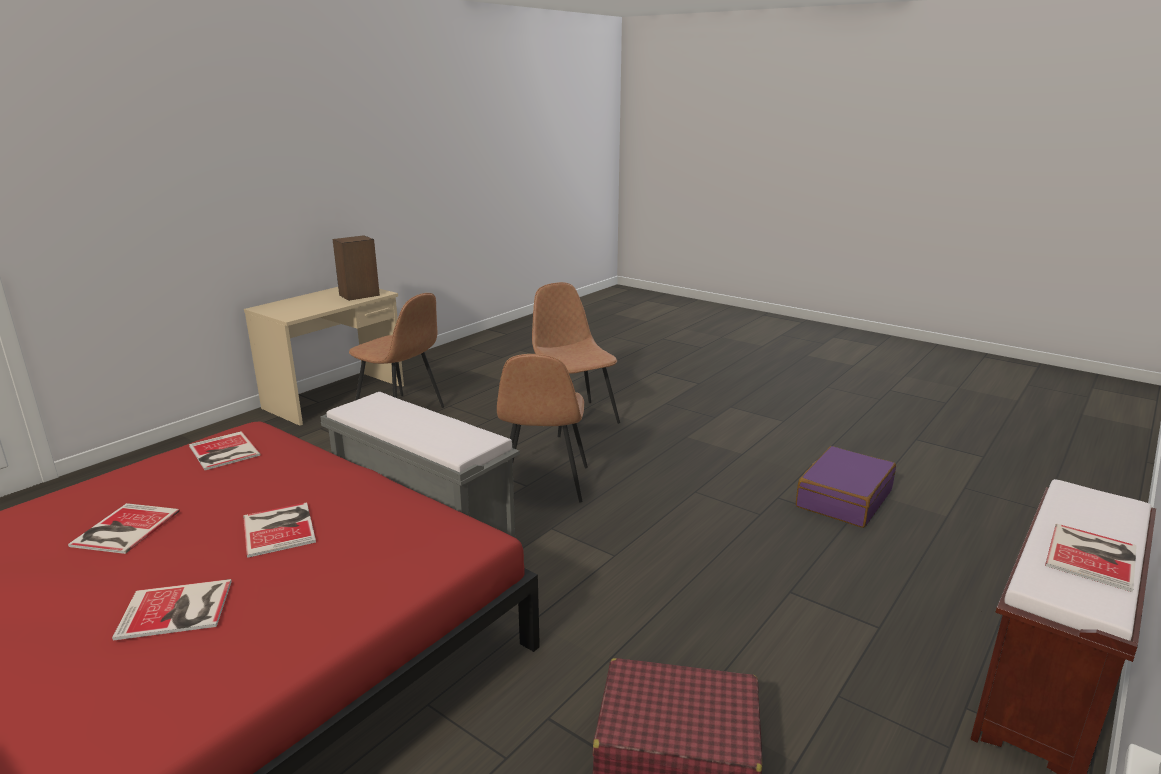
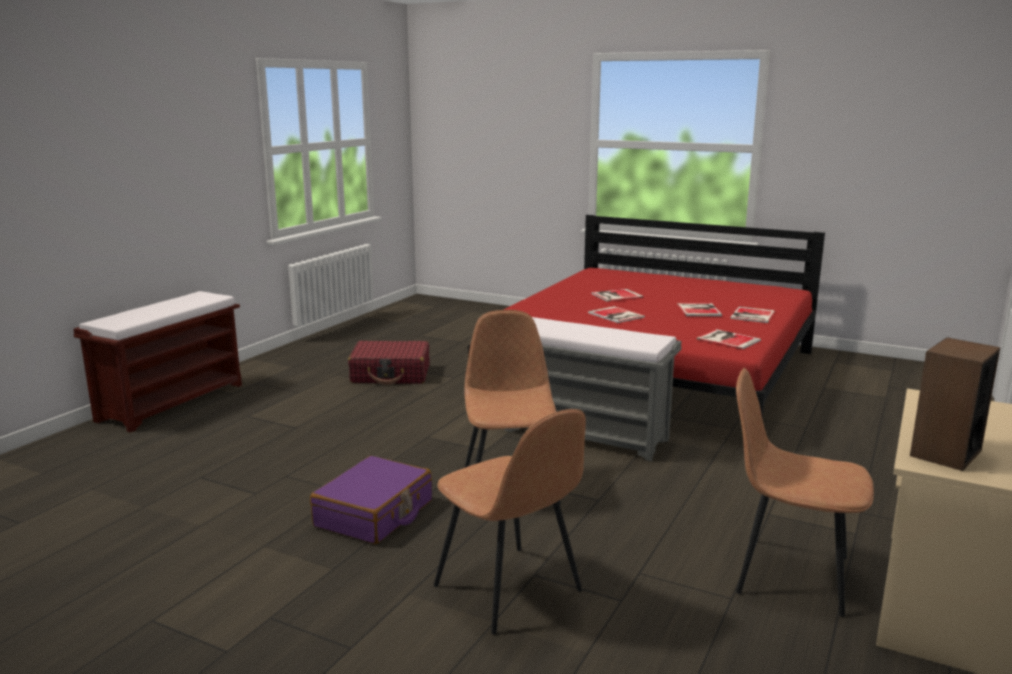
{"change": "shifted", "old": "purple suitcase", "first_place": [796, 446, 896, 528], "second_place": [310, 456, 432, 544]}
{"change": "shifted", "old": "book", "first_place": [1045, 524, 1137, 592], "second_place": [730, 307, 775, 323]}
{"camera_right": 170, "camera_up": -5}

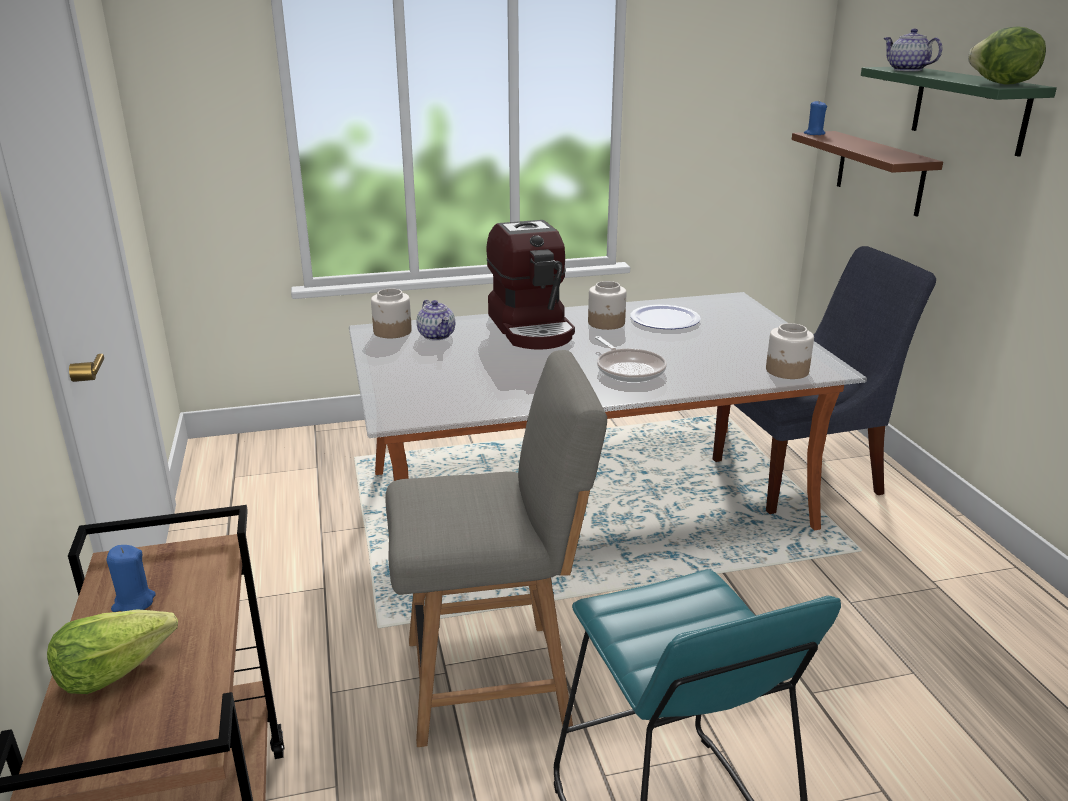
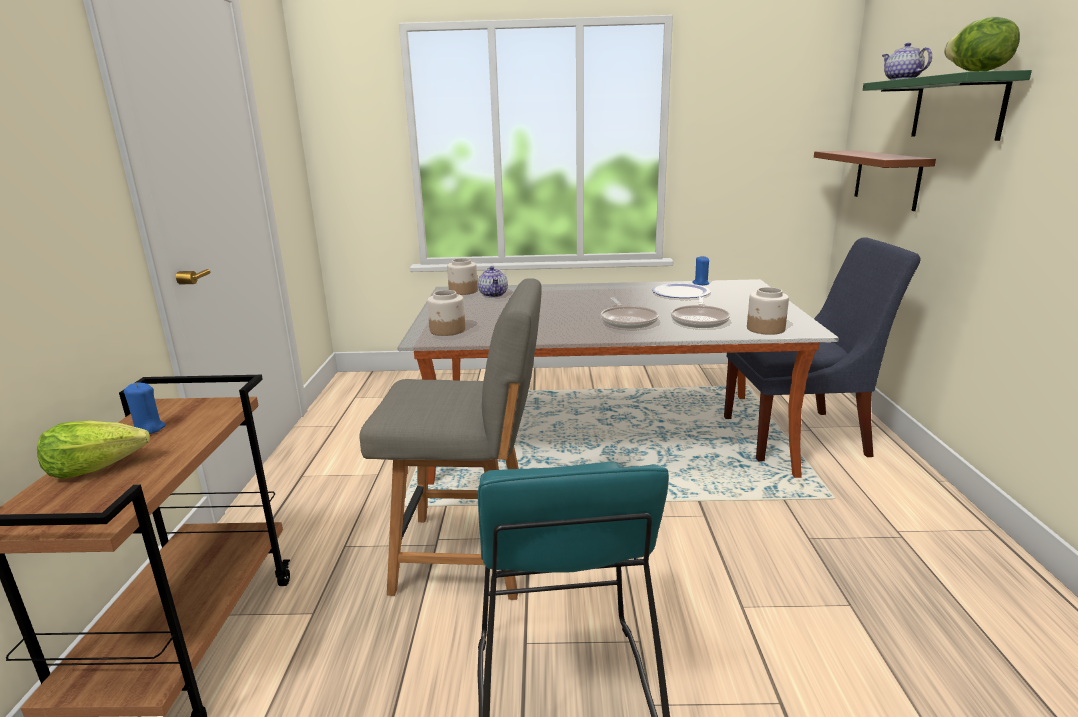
{"change": "shifted", "old": "jar", "first_place": [588, 281, 626, 330], "second_place": [427, 290, 465, 336]}
{"change": "new", "new": "frying pan", "second_place": [671, 296, 730, 328]}
{"change": "shifted", "old": "blue-coloured wax candle", "first_place": [804, 101, 827, 135], "second_place": [692, 256, 709, 285]}
{"change": "gone", "old": "coffee machine", "first_place": [486, 220, 575, 349]}
{"camera_right": 15, "camera_up": -5}

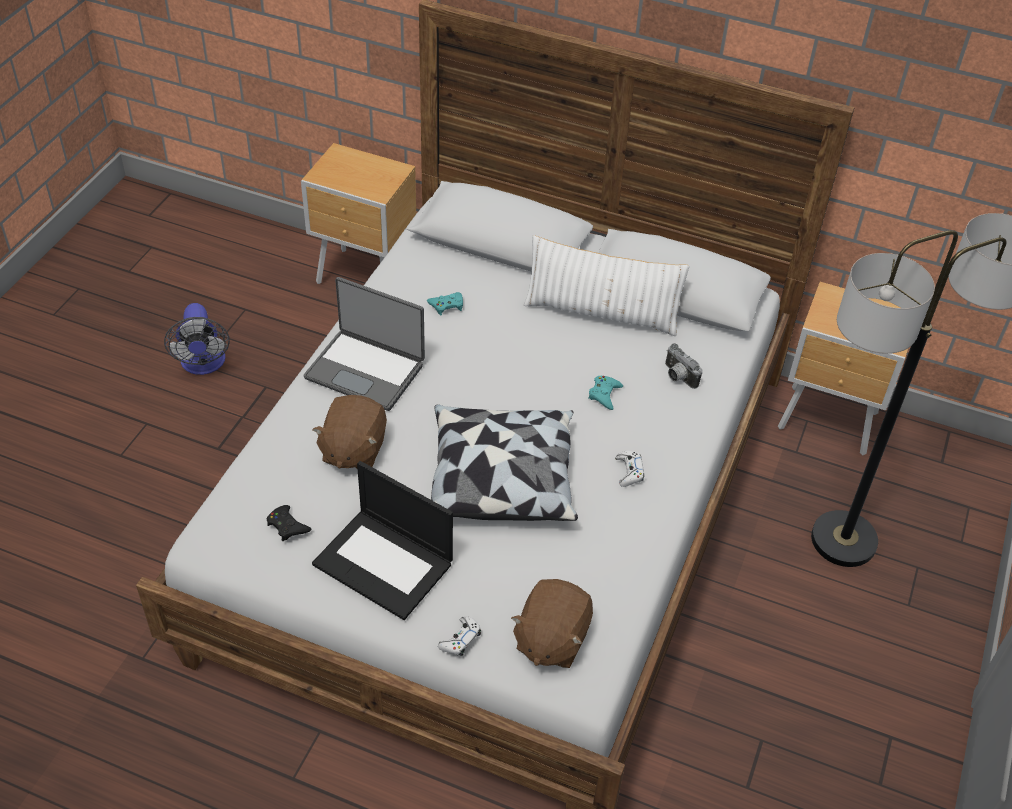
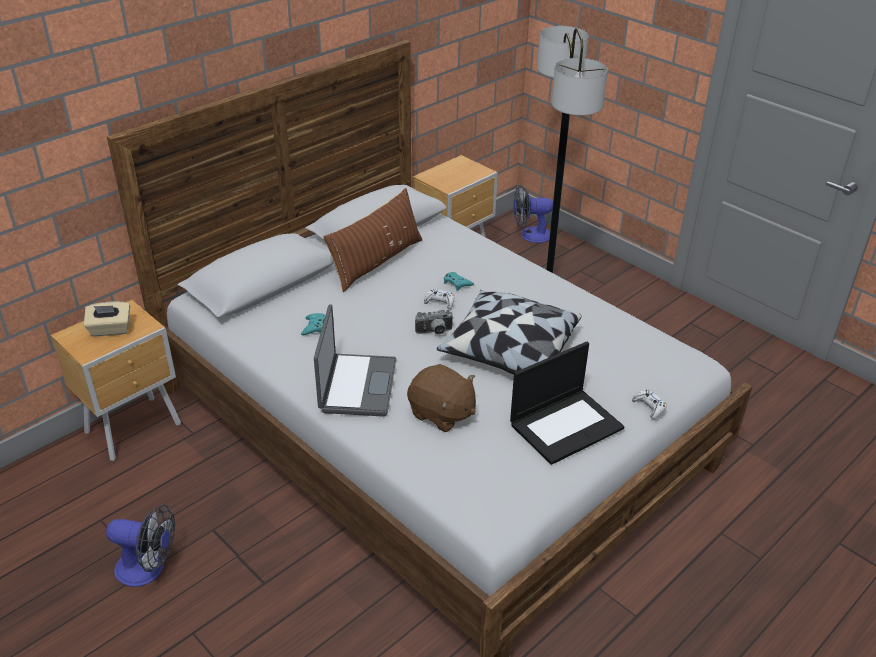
{"change": "new", "new": "sand-coloured tissue holder", "second_place": [84, 302, 130, 337]}
{"change": "rotated", "old": "notebook computer", "first_place": [304, 277, 425, 411], "second_place": [314, 304, 396, 417], "degrees": -45}
{"change": "repainted", "old": "whitish pillow", "new": "brownish pillow", "first_place": [524, 235, 689, 336], "second_place": [323, 188, 422, 292]}
{"change": "shifted", "old": "still camera", "first_place": [665, 343, 702, 389], "second_place": [415, 310, 453, 335]}
{"change": "shifted", "old": "whitish gamepad", "first_place": [615, 451, 644, 487], "second_place": [424, 289, 454, 309]}
{"change": "new", "new": "electric fan", "second_place": [514, 185, 553, 243]}
{"change": "gone", "old": "black-coloured gamepad", "first_place": [267, 505, 311, 541]}
{"change": "gone", "old": "brownish plush toy", "first_place": [511, 579, 593, 668]}
{"camera_right": -65, "camera_up": -10}

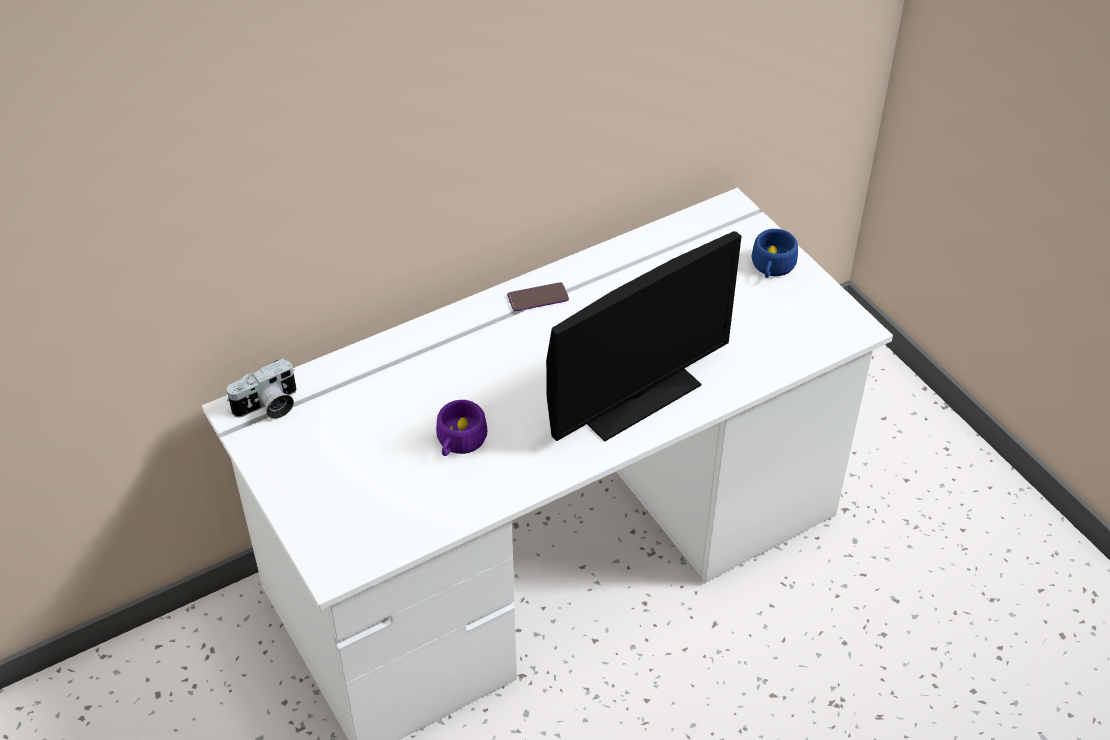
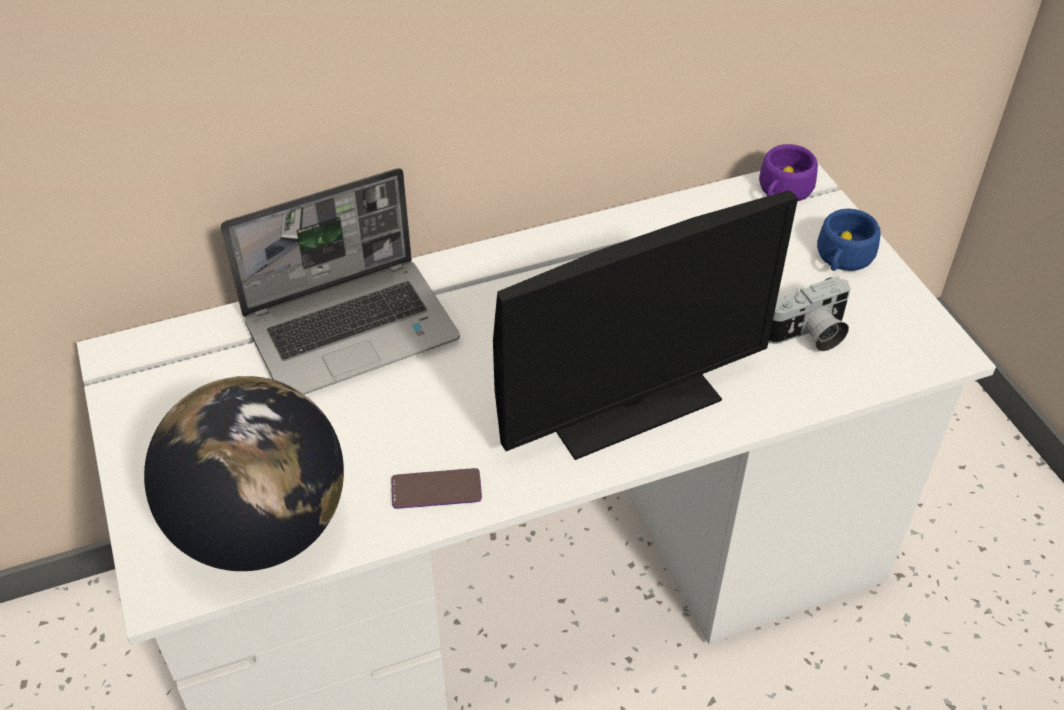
{"change": "new", "new": "globe", "second_place": [144, 376, 344, 571]}
{"change": "new", "new": "notebook computer", "second_place": [221, 168, 460, 395]}
{"change": "shifted", "old": "handset", "first_place": [507, 282, 569, 311], "second_place": [391, 468, 482, 509]}
{"change": "shifted", "old": "purple small cup", "first_place": [436, 400, 487, 456], "second_place": [759, 144, 818, 201]}
{"change": "shifted", "old": "still camera", "first_place": [226, 359, 297, 419], "second_place": [769, 276, 850, 351]}
{"camera_right": 10, "camera_up": 0}

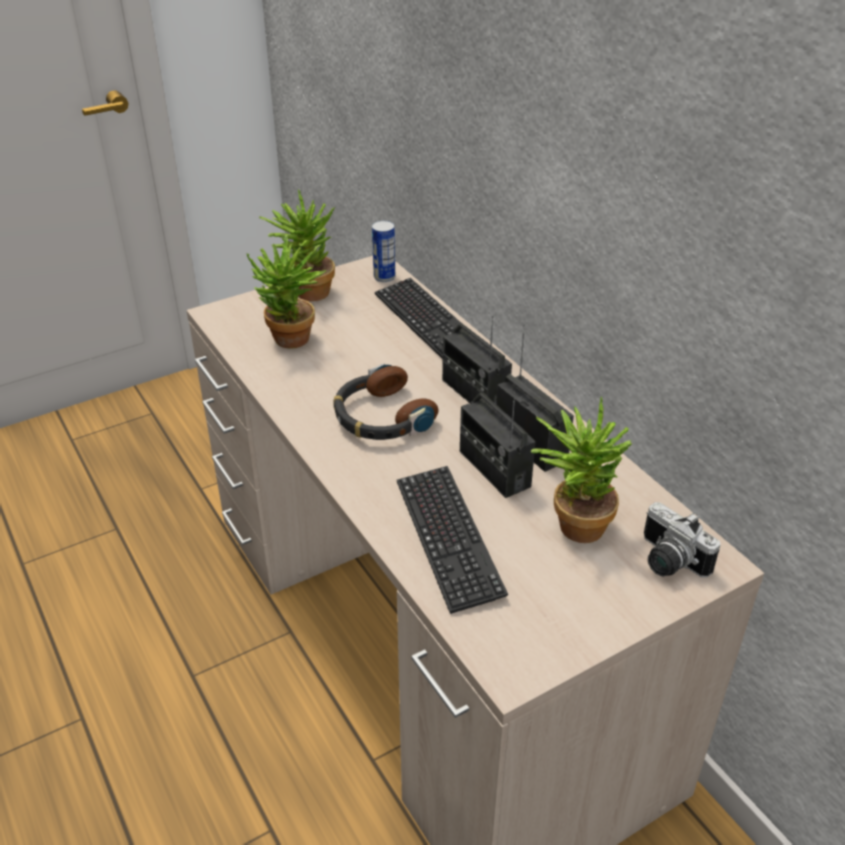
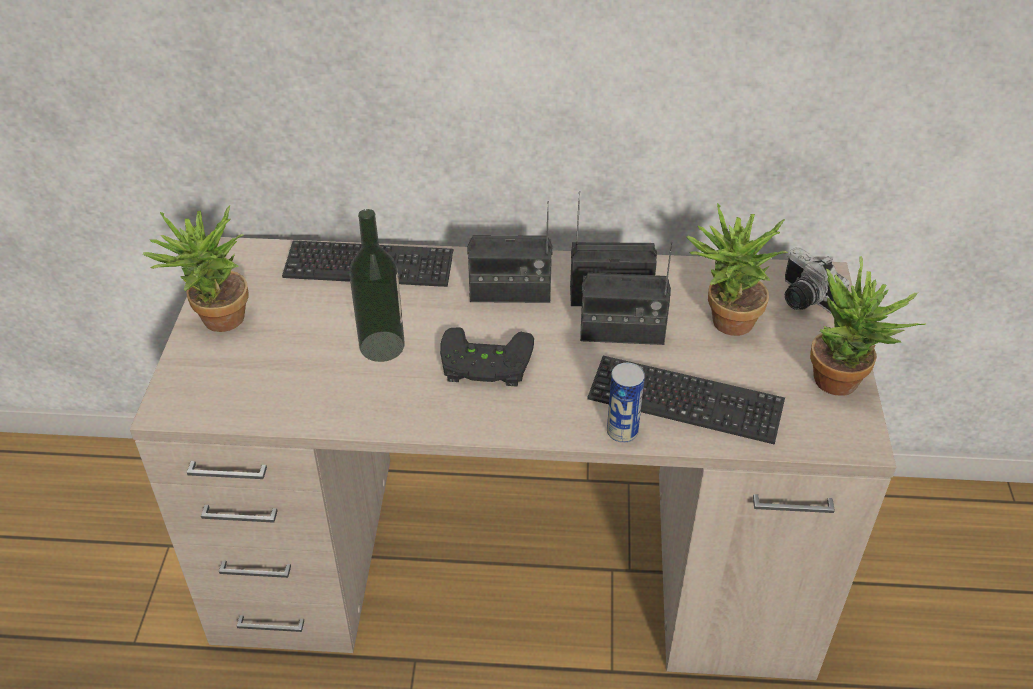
{"change": "new", "new": "bottle", "second_place": [349, 209, 405, 362]}
{"change": "swapped", "old": "headphones", "new": "black-coloured gamepad", "first_place": [333, 363, 438, 440], "second_place": [440, 327, 534, 387]}
{"change": "shifted", "old": "sealed can", "first_place": [372, 221, 395, 282], "second_place": [607, 363, 645, 443]}
{"change": "rotated", "old": "still camera", "first_place": [644, 502, 721, 578], "second_place": [785, 247, 850, 314], "degrees": 60}
{"change": "shifted", "old": "houseplant", "first_place": [246, 233, 327, 349], "second_place": [810, 256, 926, 395]}
{"camera_right": -55, "camera_up": 5}

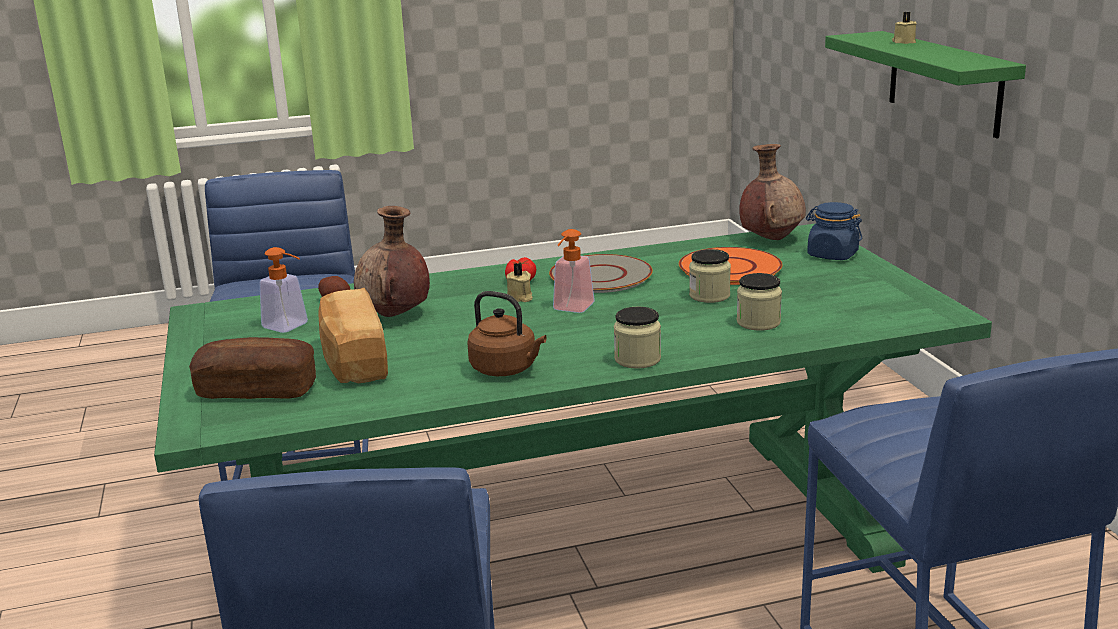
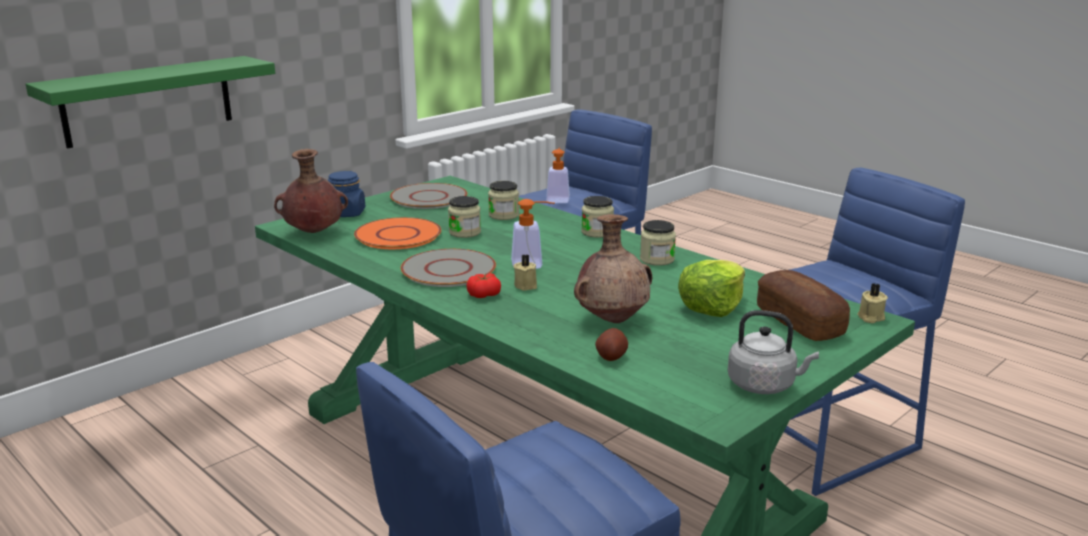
{"change": "new", "new": "grey flat dish", "second_place": [390, 183, 467, 209]}
{"change": "shifted", "old": "soap bottle", "first_place": [260, 247, 308, 333], "second_place": [546, 147, 570, 203]}
{"change": "swapped", "old": "brownish water kettle", "new": "jar", "first_place": [467, 291, 546, 376], "second_place": [640, 220, 676, 266]}
{"change": "swapped", "old": "bakery bread", "new": "lettuce head", "first_place": [319, 288, 388, 383], "second_place": [678, 260, 745, 317]}
{"change": "new", "new": "grey water kettle", "second_place": [728, 310, 819, 394]}
{"change": "shifted", "old": "sand-coloured wax candle", "first_place": [892, 12, 917, 44], "second_place": [857, 283, 888, 323]}
{"camera_right": -120, "camera_up": 0}

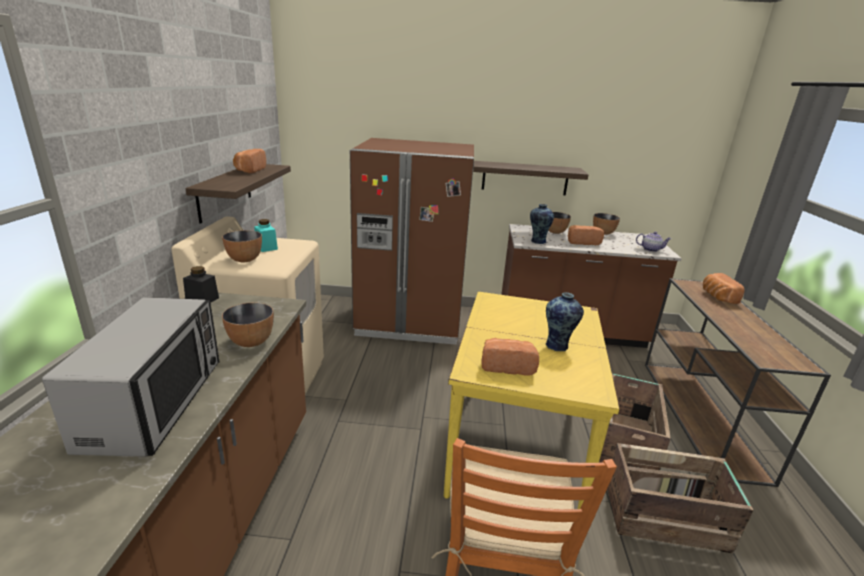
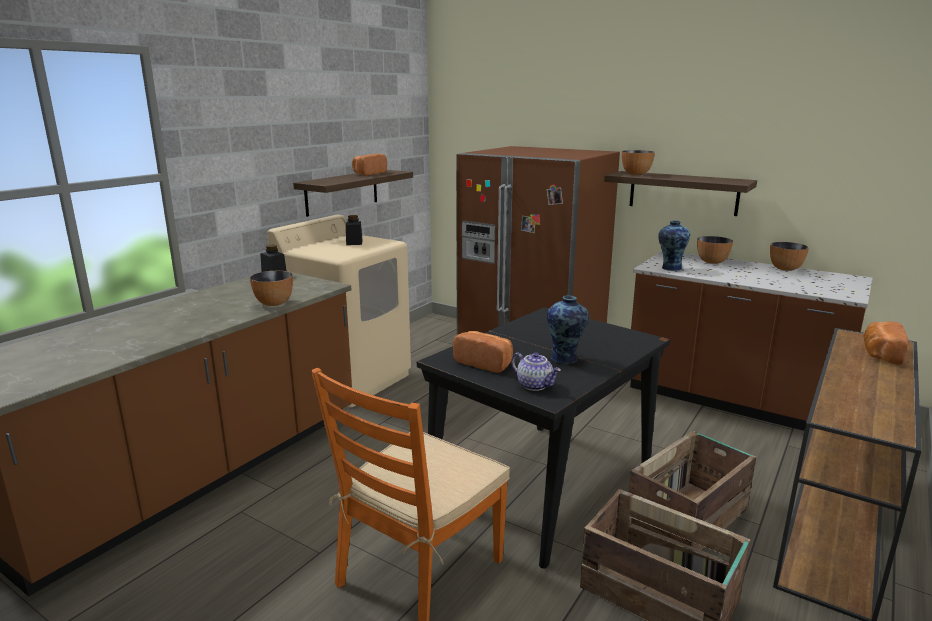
{"change": "repainted", "old": "turquoise-coloured jar", "new": "black-coloured jar", "first_place": [254, 219, 278, 252], "second_place": [346, 215, 363, 245]}
{"change": "repainted", "old": "yellow kitchen table", "new": "black-coloured kitchen table", "first_place": [444, 292, 620, 509], "second_place": [417, 307, 670, 569]}
{"change": "shifted", "old": "teapot", "first_place": [636, 232, 671, 252], "second_place": [511, 352, 561, 391]}
{"change": "shifted", "old": "serving bowl", "first_place": [222, 230, 262, 262], "second_place": [622, 150, 655, 175]}
{"change": "gone", "old": "microwave oven", "first_place": [42, 297, 219, 457]}
{"change": "gone", "old": "bakery bread", "first_place": [568, 225, 604, 245]}
{"camera_right": 30, "camera_up": -5}

